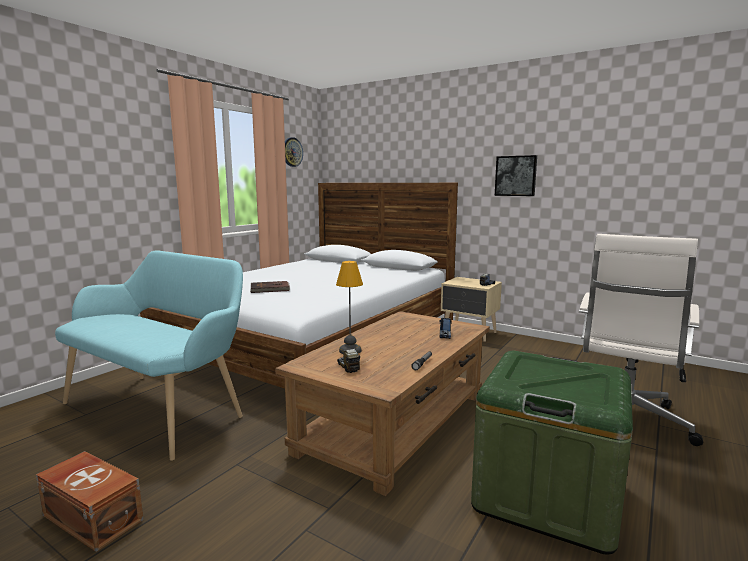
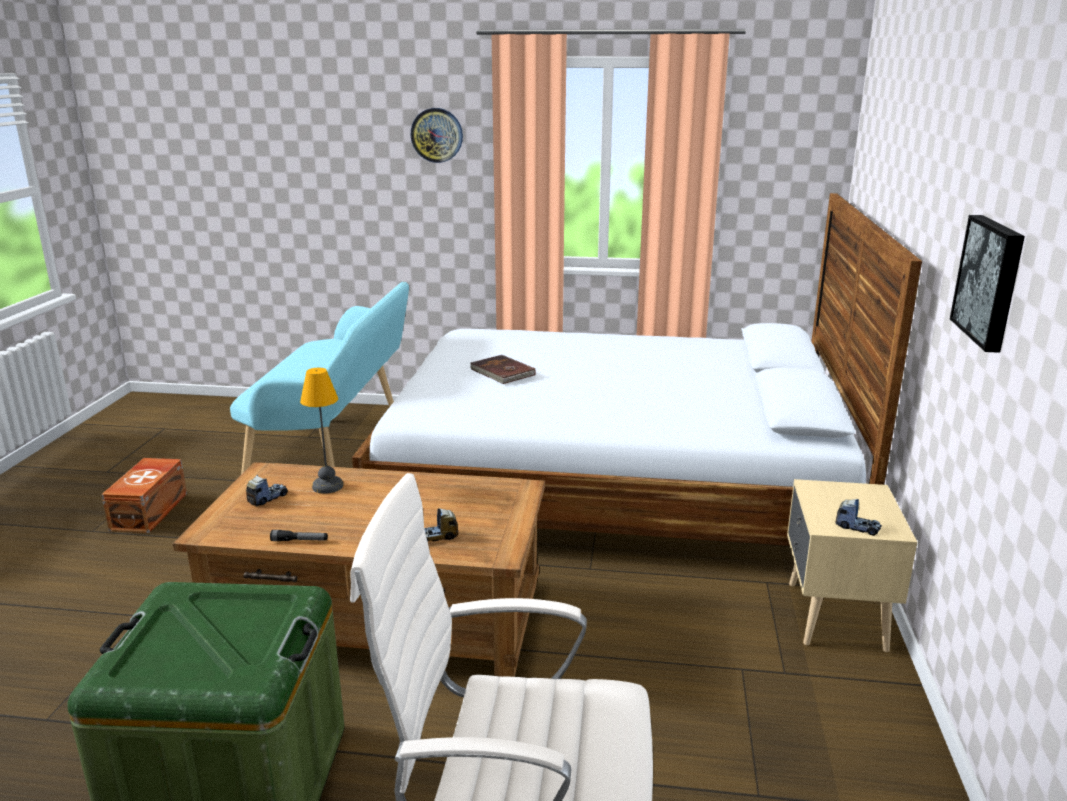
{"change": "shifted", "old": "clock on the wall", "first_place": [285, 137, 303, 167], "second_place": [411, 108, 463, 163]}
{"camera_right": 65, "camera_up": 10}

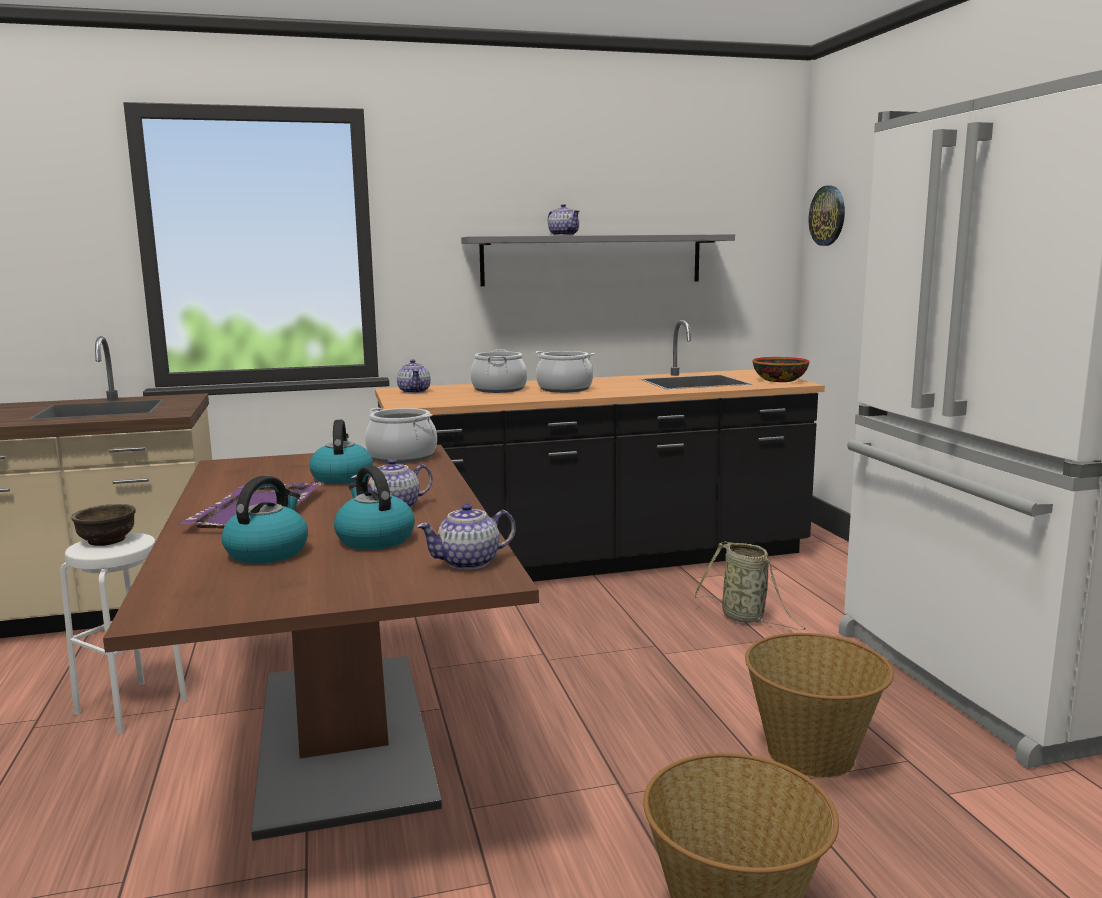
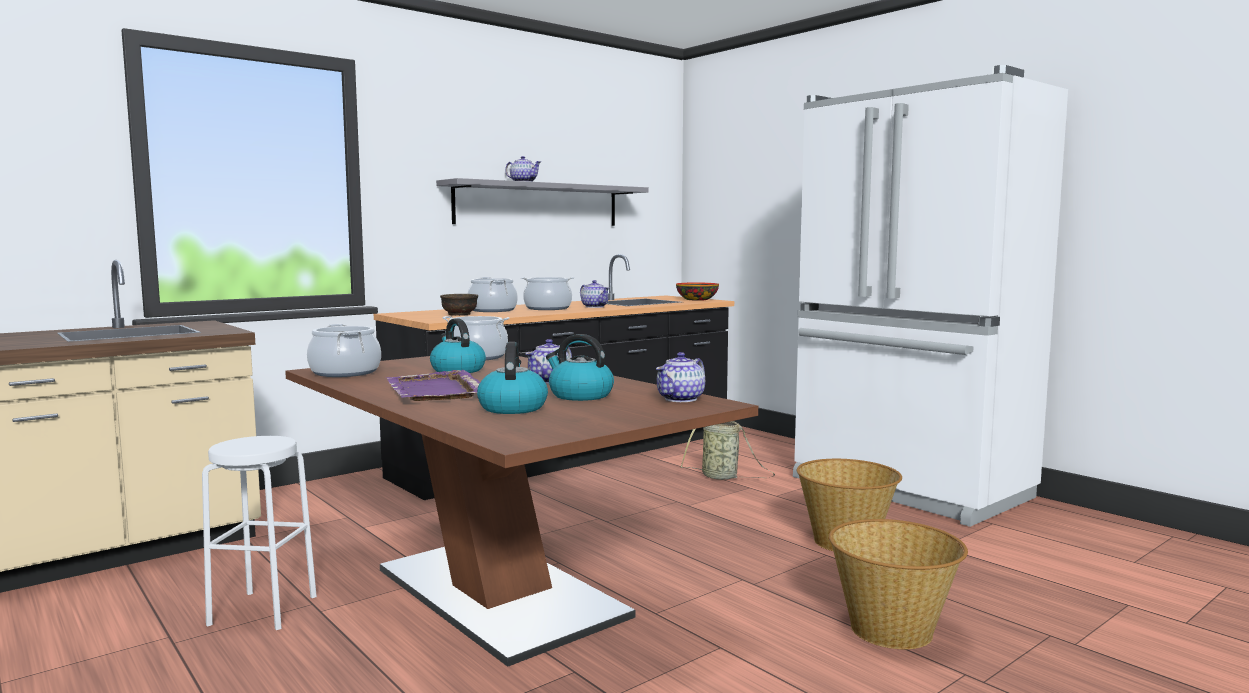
{"change": "new", "new": "saucepot", "second_place": [307, 324, 381, 377]}
{"change": "shifted", "old": "brownish serving bowl", "first_place": [71, 504, 136, 546], "second_place": [440, 294, 478, 316]}
{"change": "shifted", "old": "teapot", "first_place": [397, 359, 431, 394], "second_place": [580, 280, 609, 308]}
{"change": "gone", "old": "clock on the wall", "first_place": [809, 186, 845, 246]}
{"camera_right": -25, "camera_up": -5}

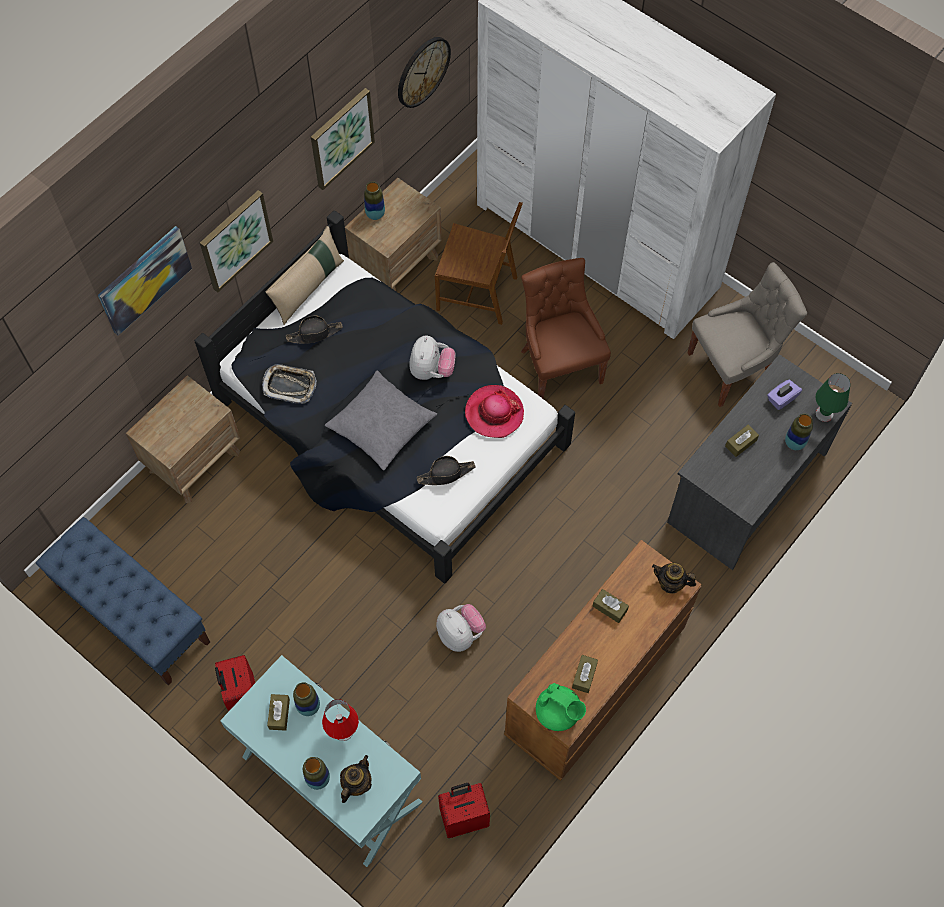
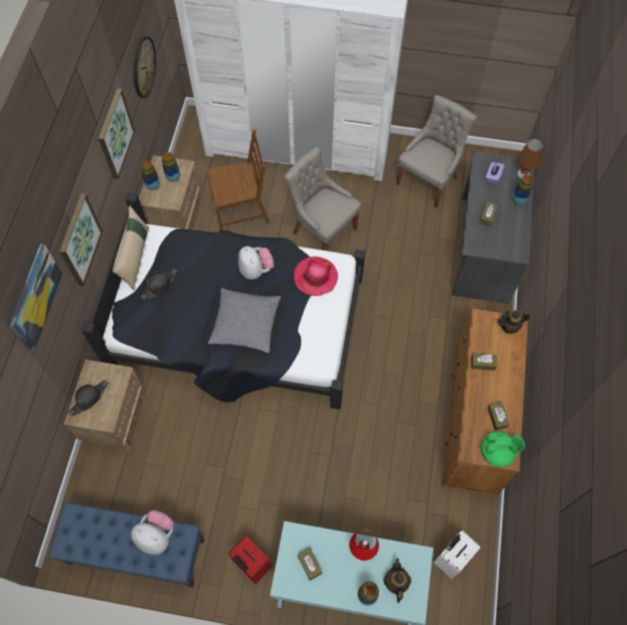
{"change": "shifted", "old": "black-coloured hat", "first_place": [417, 456, 476, 485], "second_place": [68, 380, 108, 417]}
{"change": "shifted", "old": "plush toy", "first_place": [436, 604, 486, 652], "second_place": [131, 510, 174, 555]}
{"change": "shifted", "old": "decorative vase", "first_place": [293, 682, 320, 716], "second_place": [162, 152, 180, 182]}
{"change": "repainted", "old": "brownish plain chair", "new": "grey plain chair", "first_place": [521, 258, 611, 398], "second_place": [284, 147, 361, 251]}
{"change": "repainted", "old": "red suitcase", "new": "whitish suitcase", "first_place": [438, 783, 490, 838], "second_place": [434, 530, 481, 579]}
{"change": "repainted", "old": "green tabletop lamp", "new": "brownish tabletop lamp", "first_place": [816, 373, 851, 422], "second_place": [517, 139, 543, 178]}
{"change": "gone", "old": "tray", "first_place": [262, 364, 316, 404]}
{"camera_right": -30, "camera_up": 0}

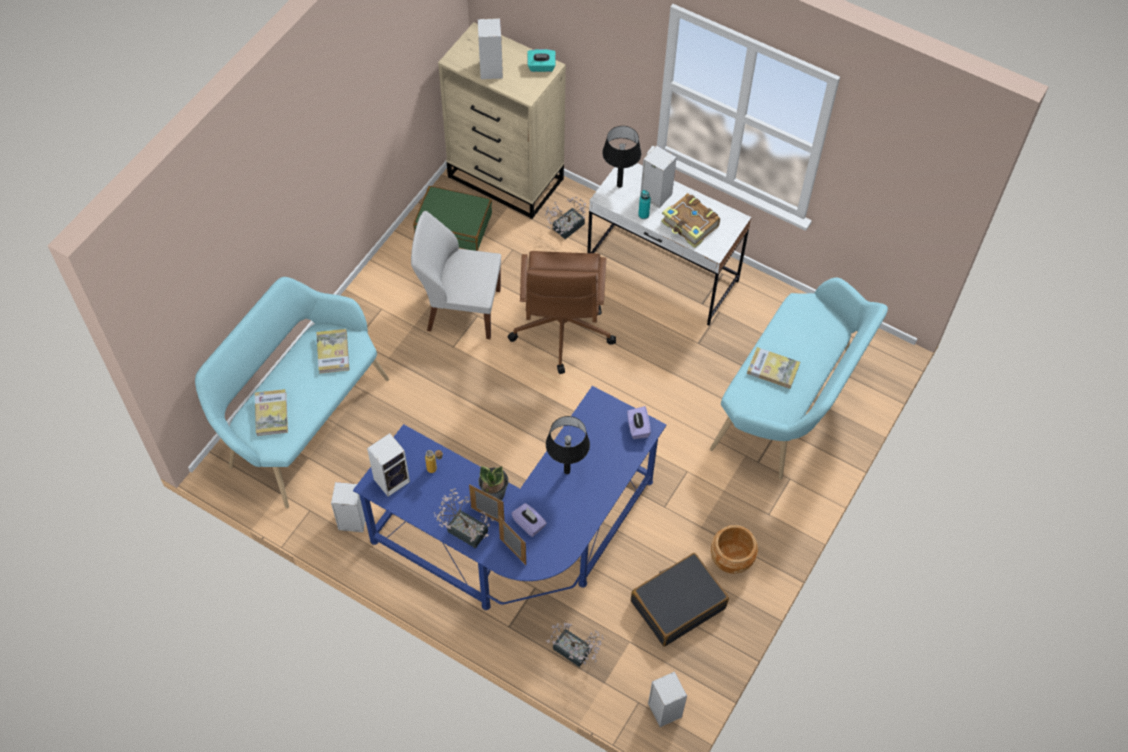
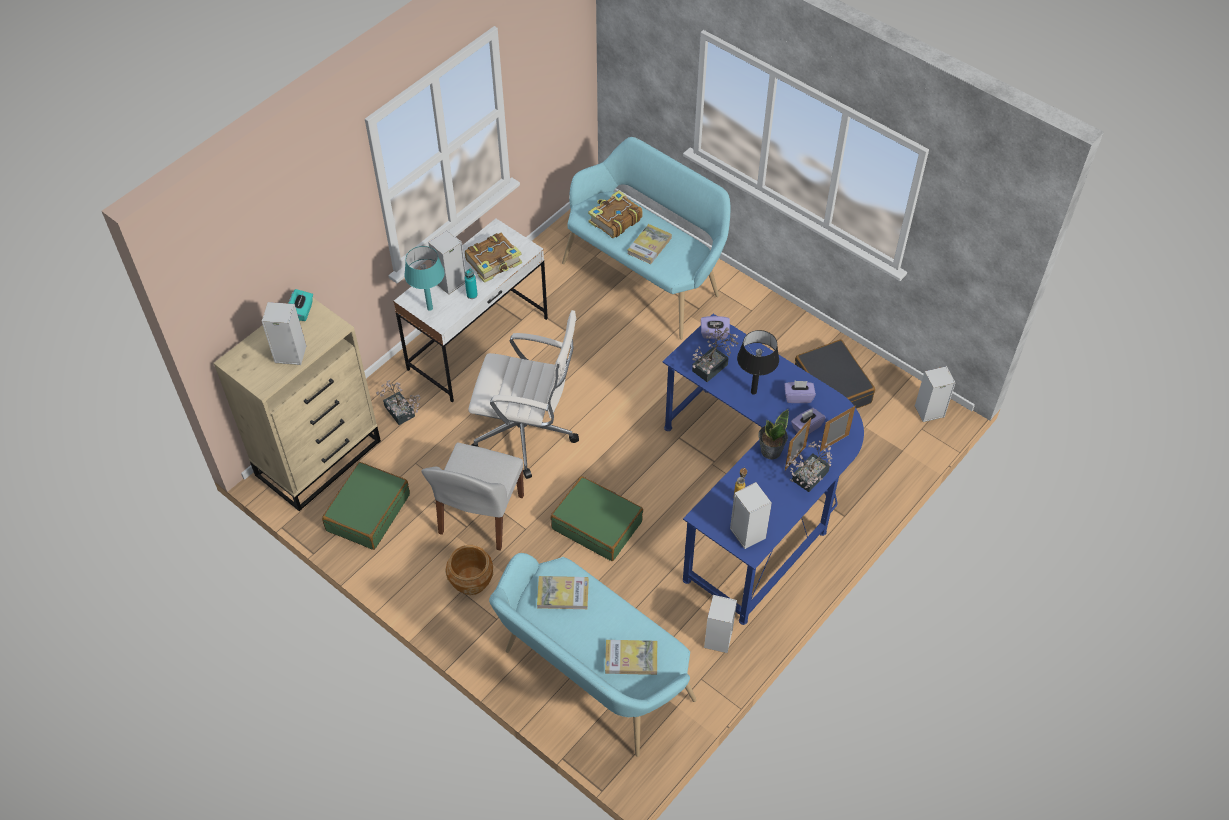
{"change": "repainted", "old": "black-coloured tabletop lamp", "new": "turquoise-coloured tabletop lamp", "first_place": [602, 126, 641, 188], "second_place": [404, 246, 445, 311]}
{"change": "shifted", "old": "brownish plant pot", "first_place": [711, 525, 759, 574], "second_place": [445, 545, 493, 595]}
{"change": "repainted", "old": "brownish desk chair", "new": "whitish desk chair", "first_place": [508, 251, 616, 374], "second_place": [468, 310, 579, 479]}
{"change": "new", "new": "green suitcase", "second_place": [551, 476, 643, 561]}
{"change": "new", "new": "book", "second_place": [588, 190, 643, 238]}
{"change": "shifted", "old": "houseplant", "first_place": [546, 623, 604, 667], "second_place": [692, 323, 739, 382]}
{"change": "new", "new": "purple tissue holder", "second_place": [784, 380, 816, 403]}
{"camera_right": -80, "camera_up": -5}

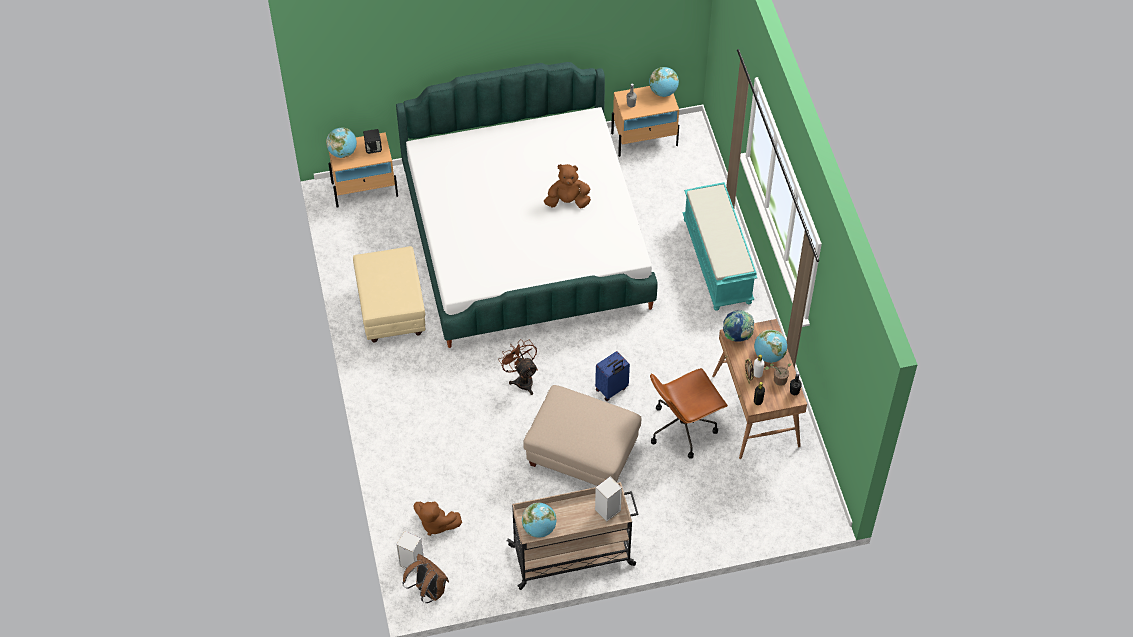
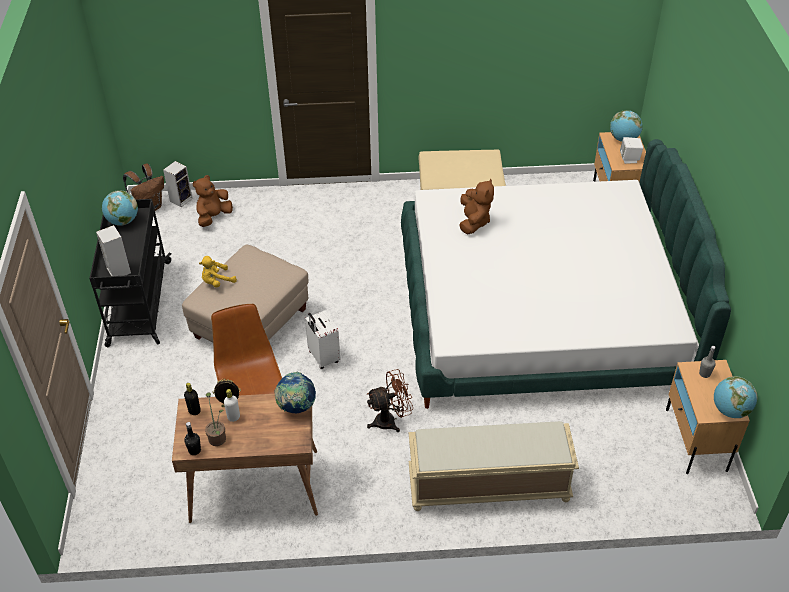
{"change": "repainted", "old": "sand-coloured wheeled cart", "new": "black-coloured wheeled cart", "first_place": [507, 482, 638, 590], "second_place": [89, 199, 171, 347]}
{"change": "new", "new": "yellow plush toy", "second_place": [199, 256, 237, 288]}
{"change": "repainted", "old": "blue-coloured suitcase", "new": "whitish suitcase", "first_place": [595, 351, 630, 401], "second_place": [305, 310, 340, 369]}
{"change": "shifted", "old": "brownish electric fan", "first_place": [498, 339, 538, 395], "second_place": [367, 369, 413, 432]}
{"change": "repainted", "old": "turquoise-coloured long seat", "new": "sand-coloured long seat", "first_place": [683, 182, 757, 311], "second_place": [409, 421, 579, 511]}
{"change": "shifted", "old": "brownish plush toy", "first_place": [544, 164, 591, 209], "second_place": [459, 178, 494, 234]}
{"change": "repainted", "old": "black-coloured loudspeaker", "new": "whitish loudspeaker", "first_place": [363, 129, 382, 154], "second_place": [620, 137, 643, 164]}
{"change": "gone", "old": "globe", "first_place": [754, 330, 787, 363]}
{"camera_right": 100, "camera_up": -10}

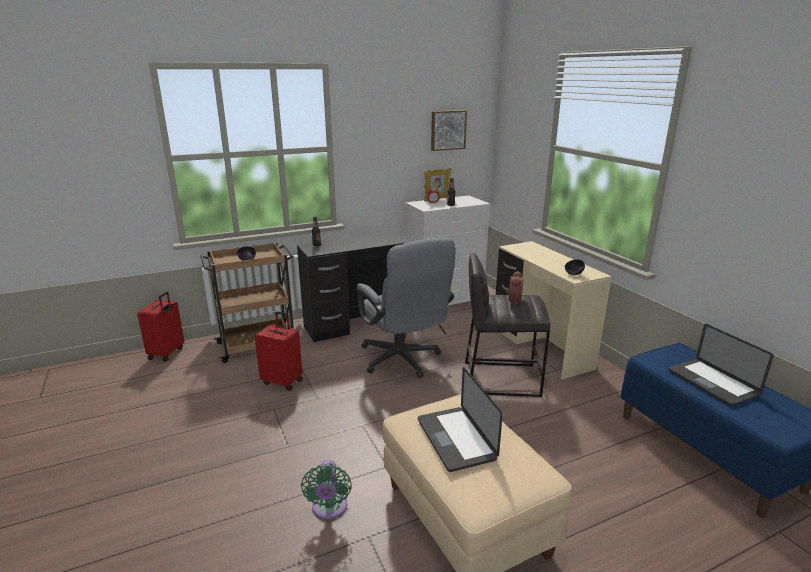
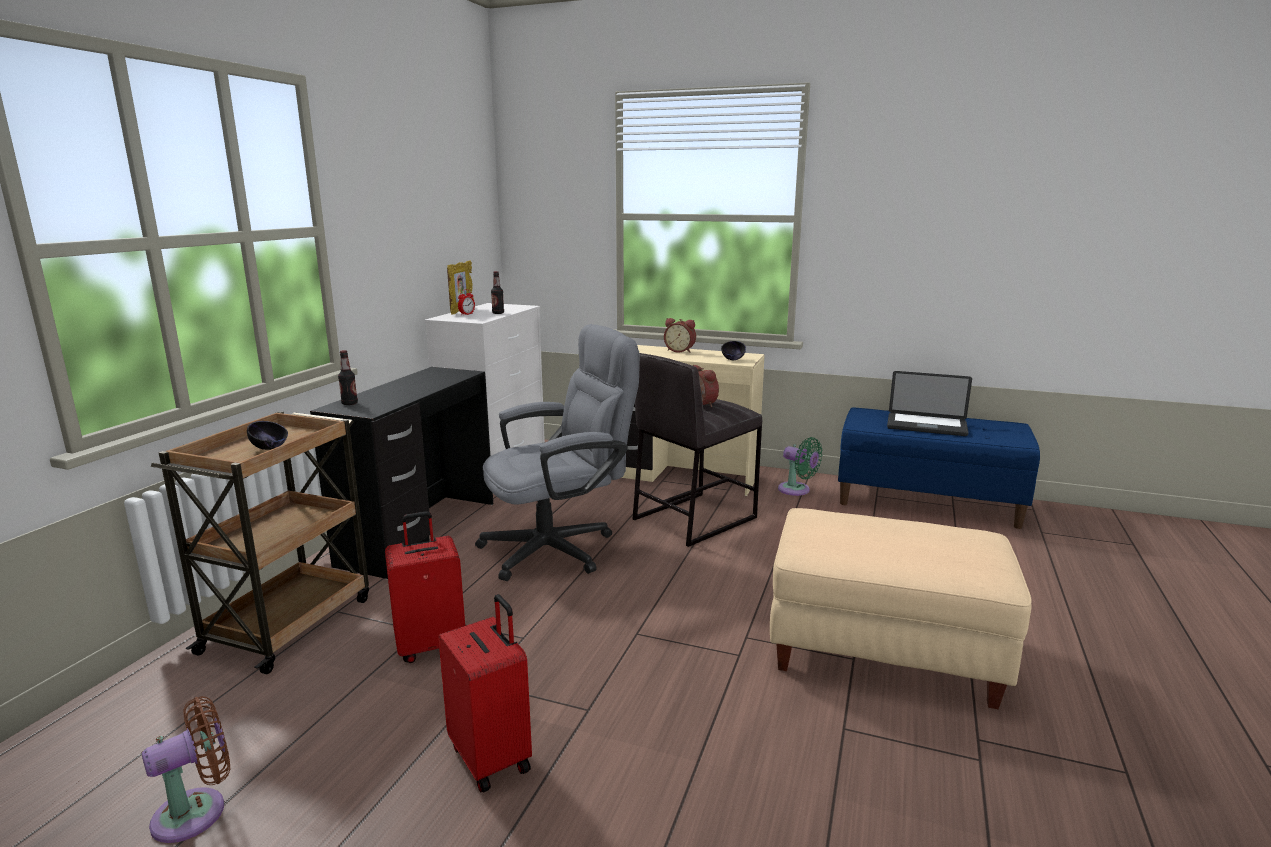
{"change": "new", "new": "brownish electric fan", "second_place": [142, 696, 230, 843]}
{"change": "shifted", "old": "red suitcase", "first_place": [137, 292, 184, 362], "second_place": [438, 594, 532, 793]}
{"change": "rotated", "old": "grey desk chair", "first_place": [357, 237, 455, 378], "second_place": [475, 324, 640, 581], "degrees": -45}
{"change": "new", "new": "bedside clock", "second_place": [664, 318, 696, 353]}
{"change": "shifted", "old": "green electric fan", "first_place": [301, 460, 352, 520], "second_place": [778, 437, 822, 496]}
{"change": "gone", "old": "notebook computer", "first_place": [418, 367, 503, 472]}
{"change": "gone", "old": "picture", "first_place": [431, 110, 467, 151]}
{"camera_right": -45, "camera_up": -5}

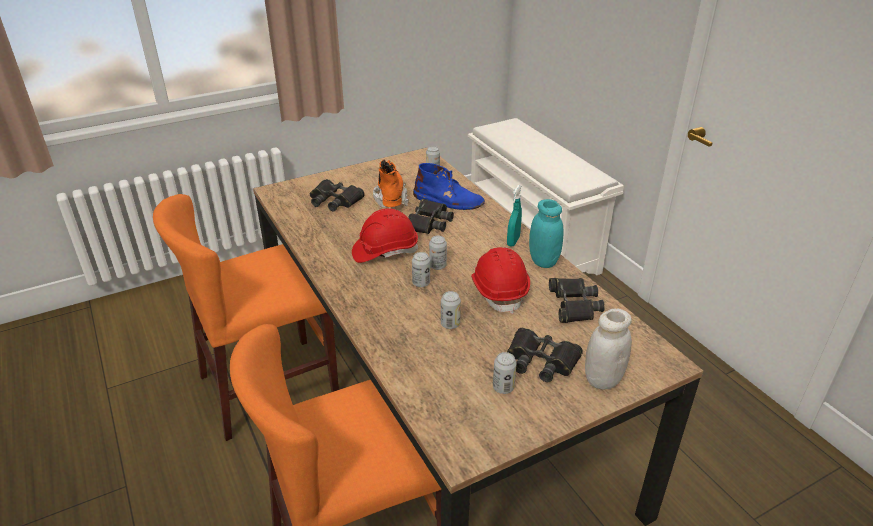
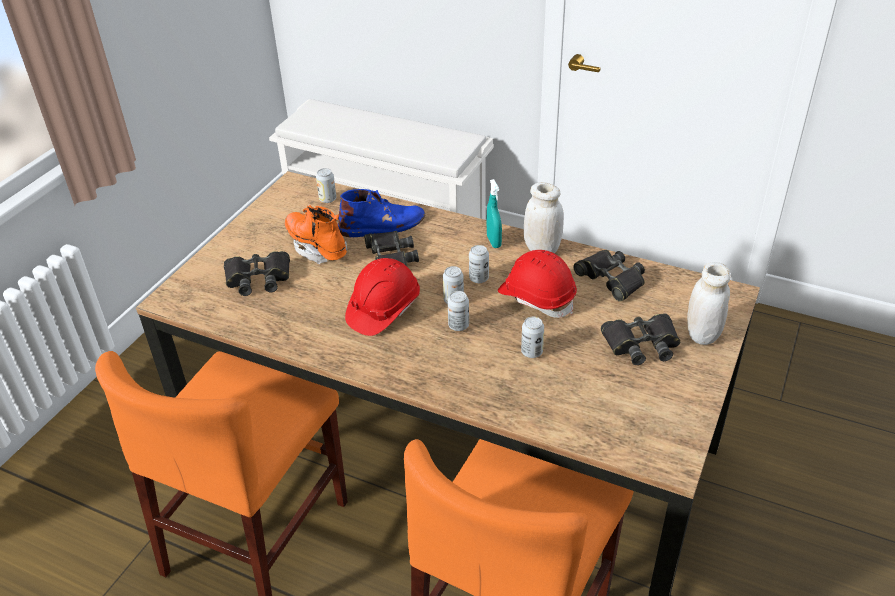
{"change": "shifted", "old": "sealed can", "first_place": [493, 352, 517, 394], "second_place": [469, 245, 489, 283]}
{"change": "repainted", "old": "turquoise-coloured jar", "new": "whitish jar", "first_place": [529, 199, 563, 268], "second_place": [524, 182, 564, 253]}
{"camera_right": -35, "camera_up": 5}

